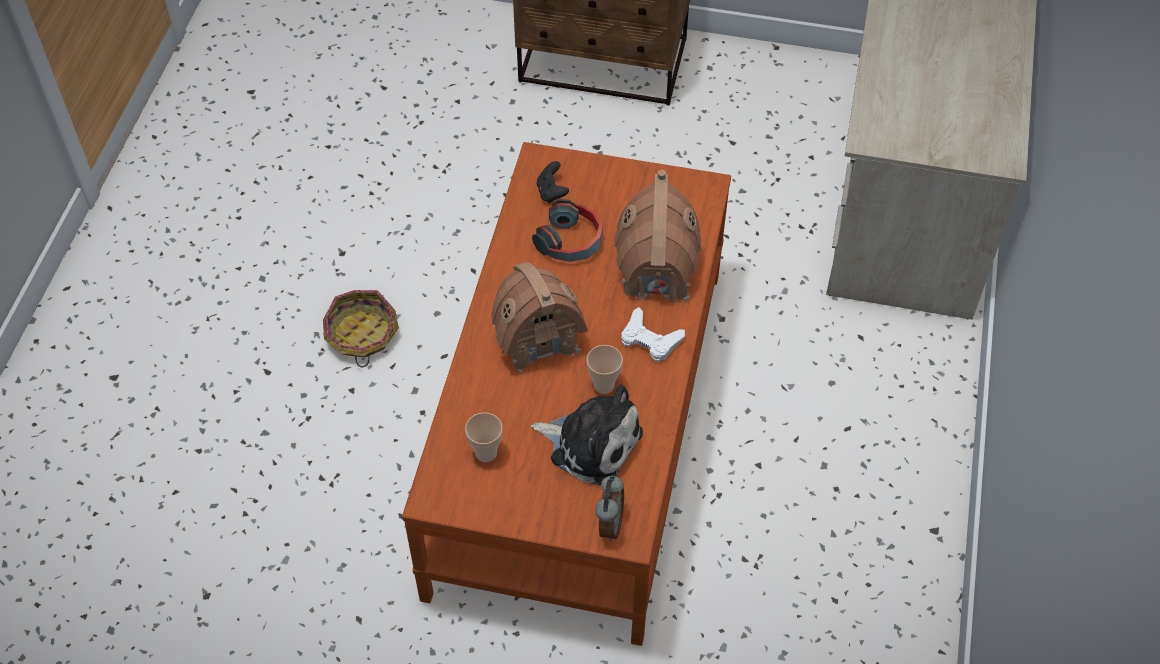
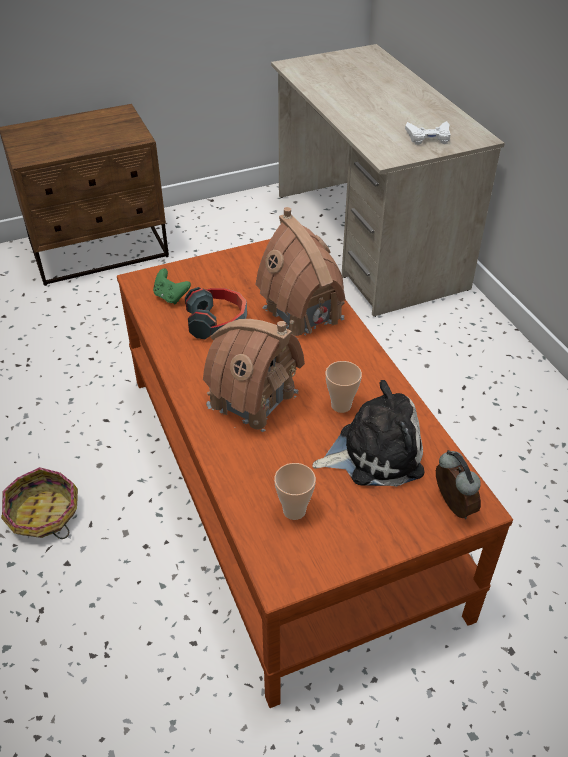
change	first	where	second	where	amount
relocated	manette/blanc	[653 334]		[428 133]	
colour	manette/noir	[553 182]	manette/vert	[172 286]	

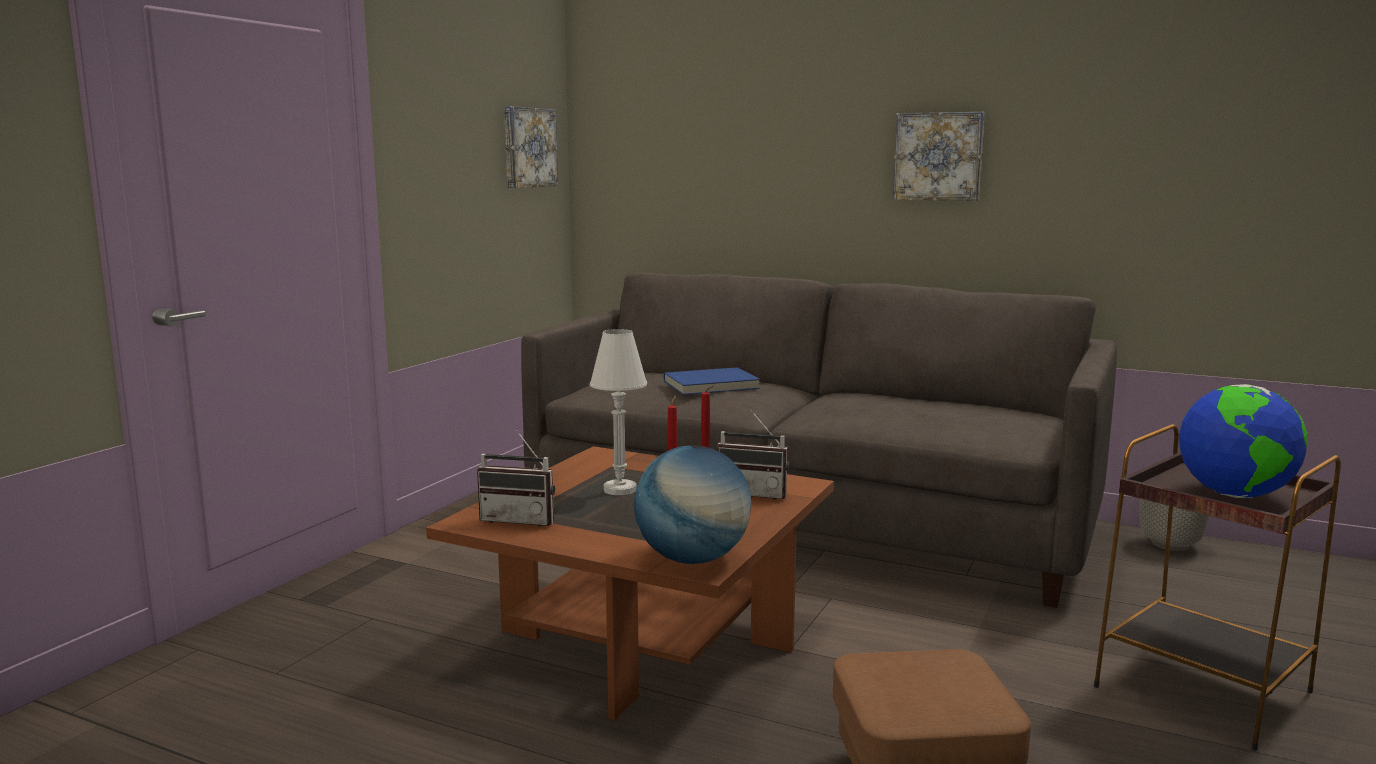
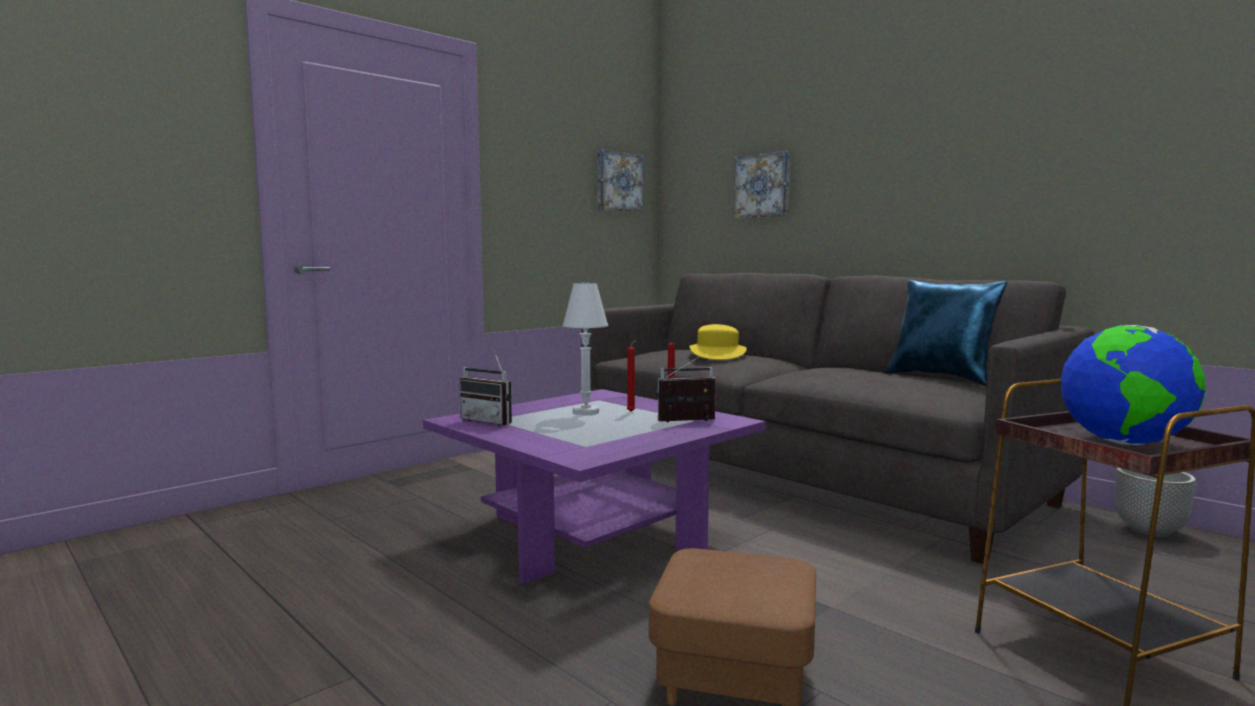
change	first	where	second	where	amount
missing	globe	[692 504]			
appeared			coussin/bleu	[945 333]	
relocated	tableau	[939 156]		[762 185]	
exchanged	livre/bleu	[712 381]	chapeau/jaune	[718 342]	
colour	table basse/marron	[630 583]	table basse/violet	[594 487]	
spun	radio	[753 455]		[686 390]	135 degrees clockwise

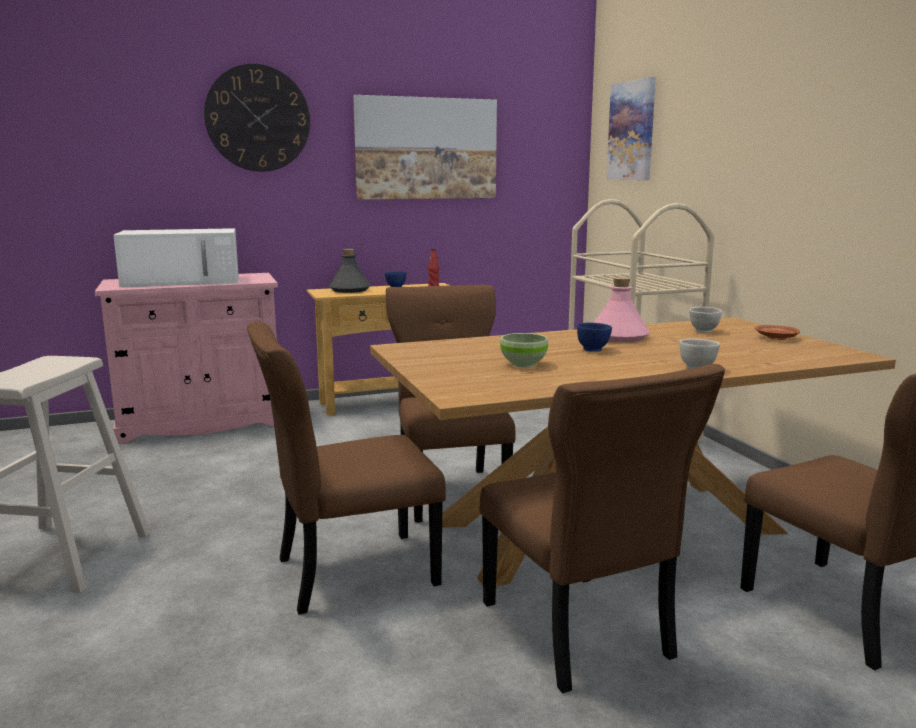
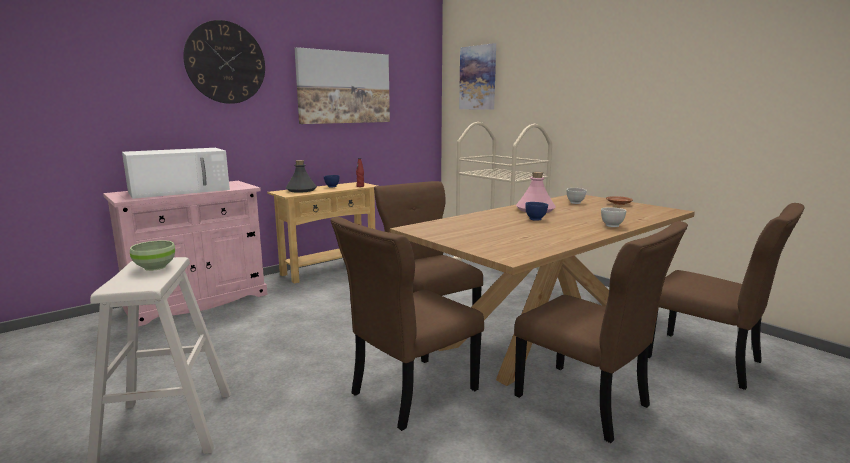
change	first	where	second	where	amount
relocated	bol/vert	[524 350]		[152 255]	

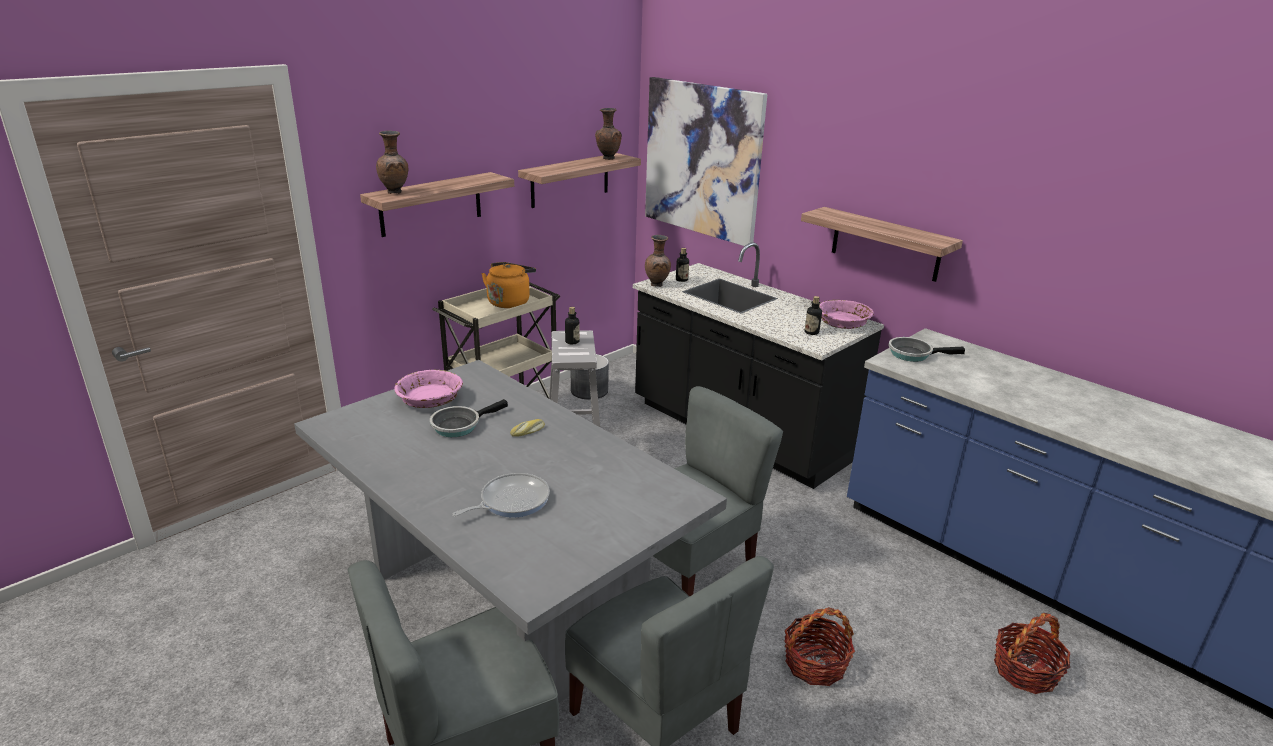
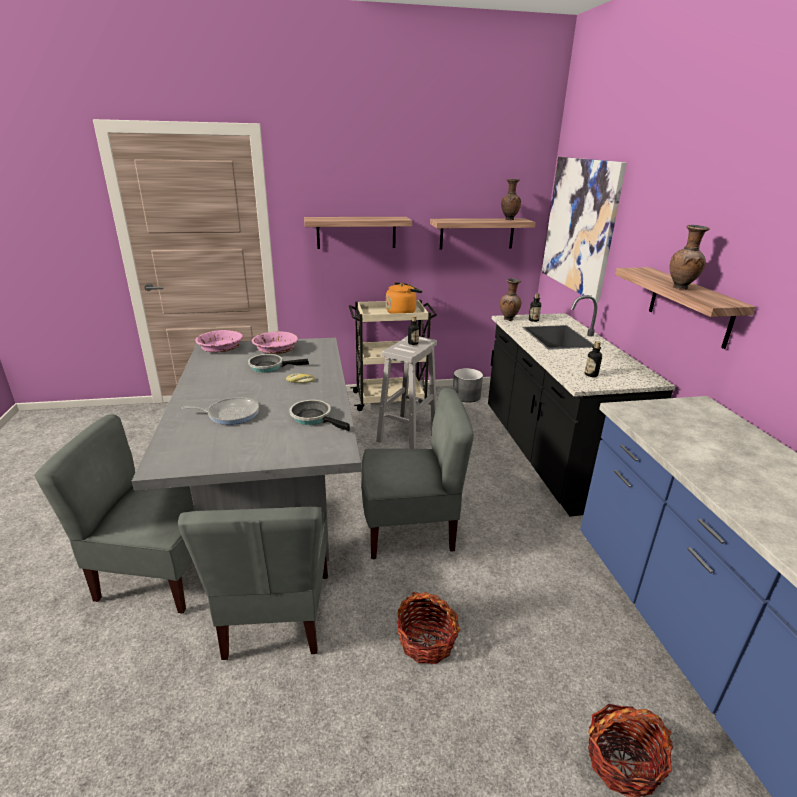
change	first	where	second	where	amount
relocated	vase/marron	[392 162]		[690 257]	
relocated	bol/rose	[846 314]		[219 341]	
relocated	poêle	[927 349]		[319 415]	

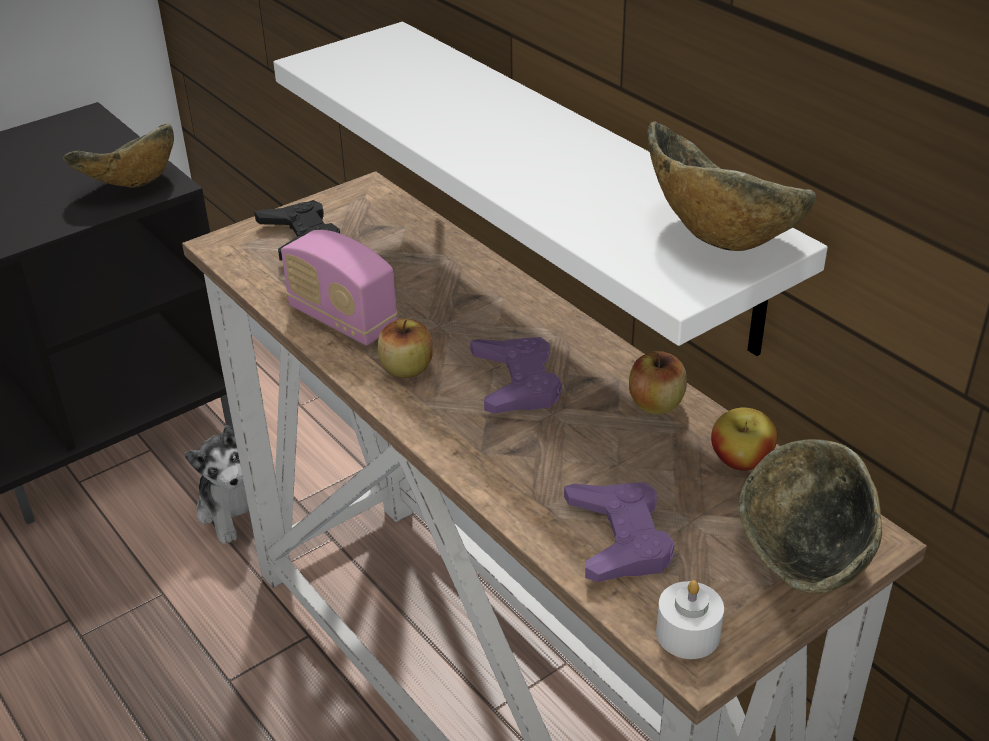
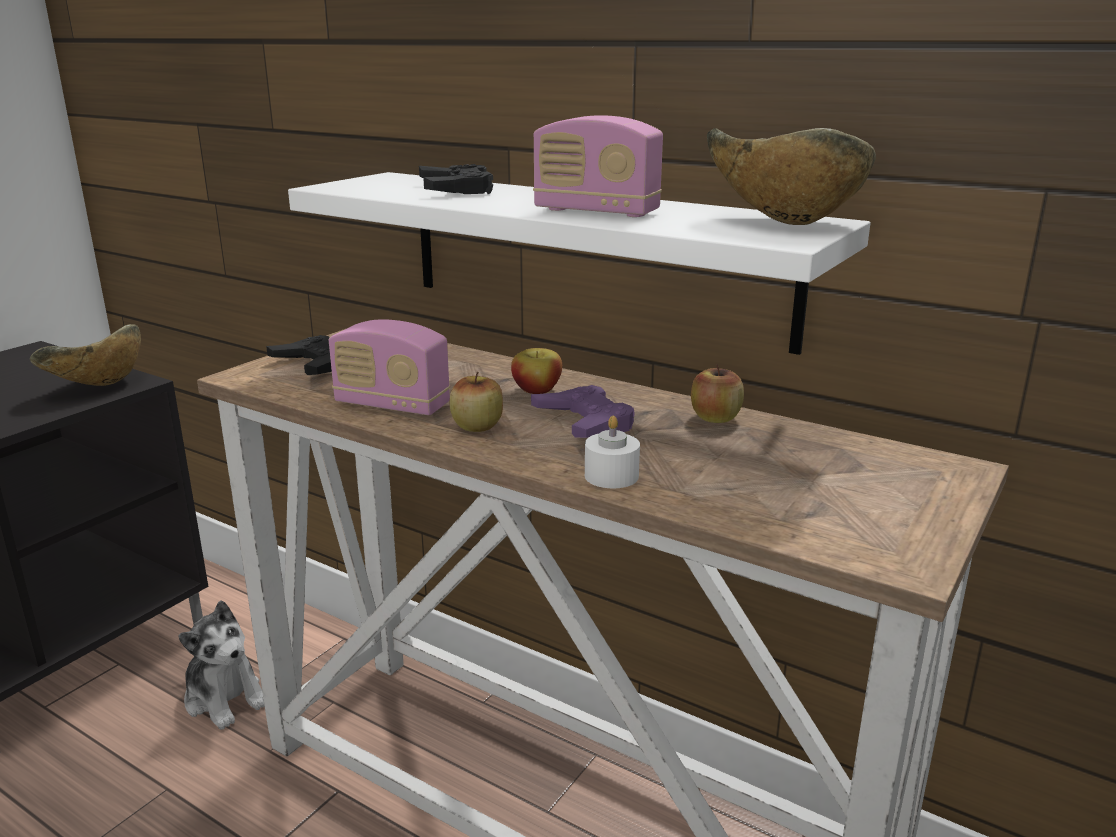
change	first	where	second	where	amount
missing	manette/violet	[619 532]			
missing	bol	[810 516]			
appeared			manette/noir	[456 179]	
appeared			radio	[598 166]	
relocated	bougie/blanc	[690 619]		[612 452]	
relocated	pomme	[744 439]		[536 371]	

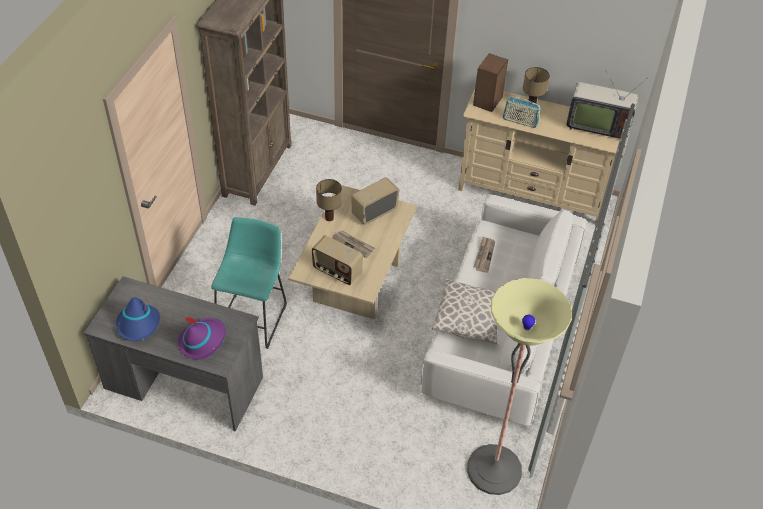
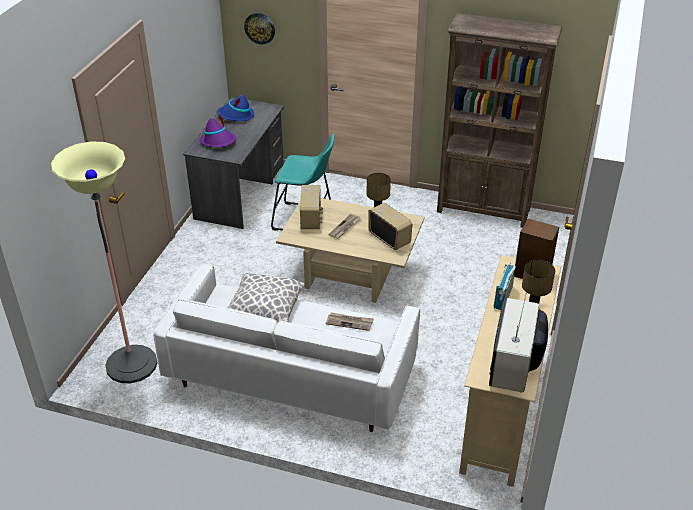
change	first	where	second	where	amount
appeared			horloge murale	[259 28]	
spun	radio	[337 260]		[311 207]	150 degrees clockwise

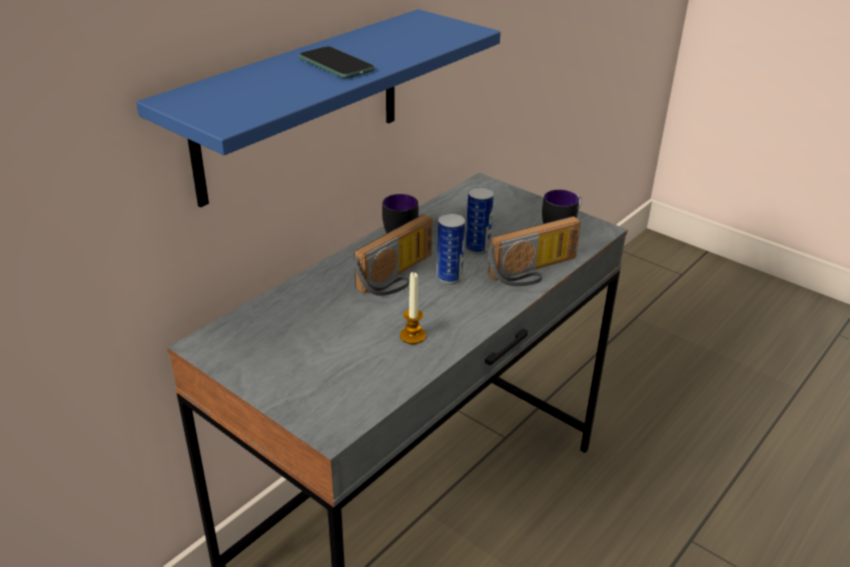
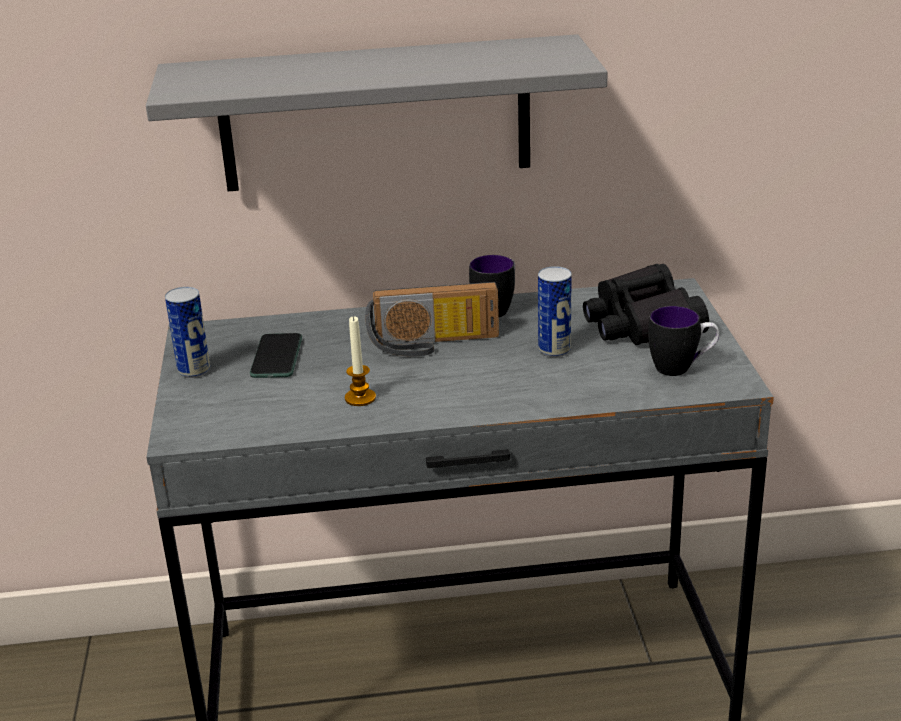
change	first	where	second	where	amount
missing	radio	[534 251]			
appeared			jumelles/noir	[646 304]	
relocated	téléphone	[337 62]		[276 355]	
relocated	boîte métallique	[451 249]		[187 332]	
colour	étagère/bleu	[318 108]	étagère/gris	[377 112]	

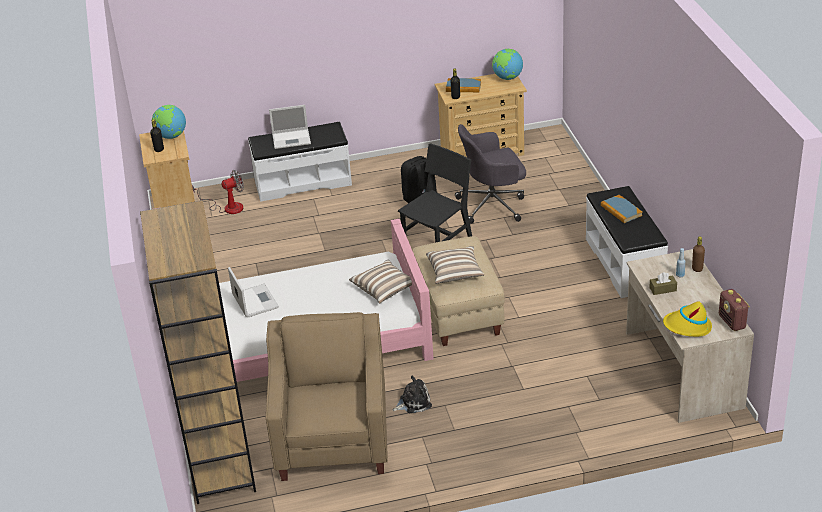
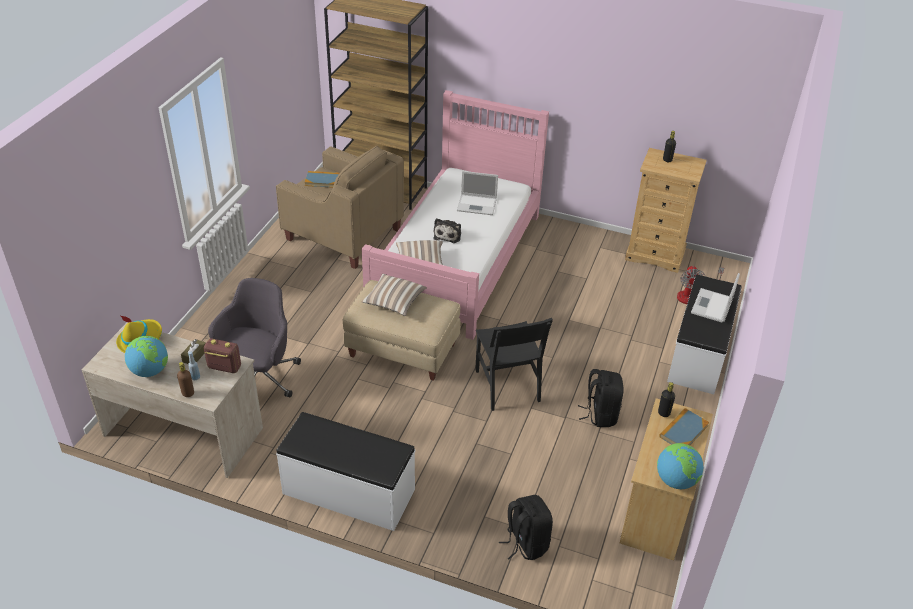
change	first	where	second	where	amount
appeared			sac à dos/noir	[526 527]	
relocated	globe	[169 122]		[146 356]	
relocated	peluche	[412 394]		[447 230]	
relocated	chaise de bureau/gris	[490 174]		[254 338]	
relocated	livre	[621 209]		[322 179]	
relocated	radio	[734 310]		[222 355]	

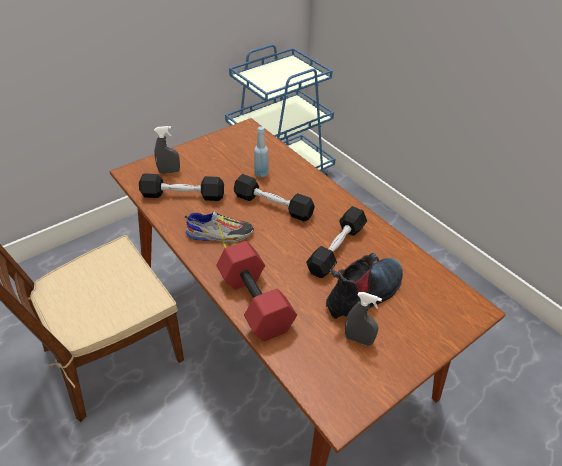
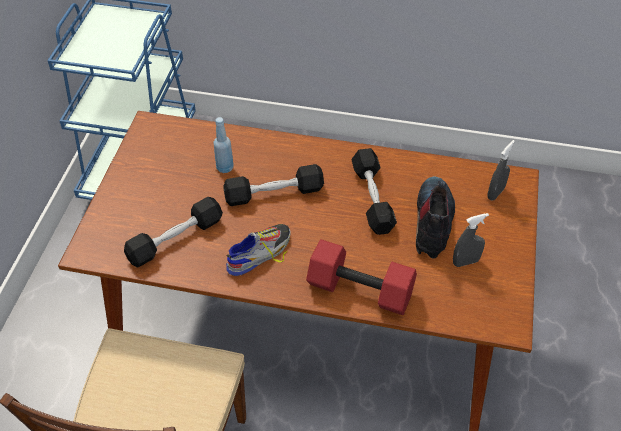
change	first	where	second	where	amount
relocated	vaporisateur/gris	[167 150]		[501 170]	

